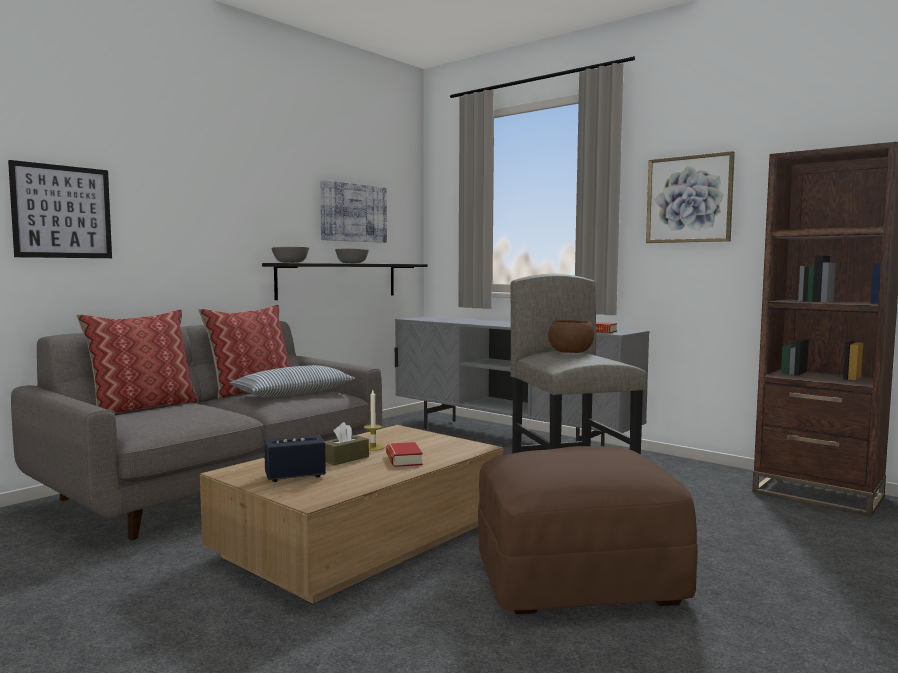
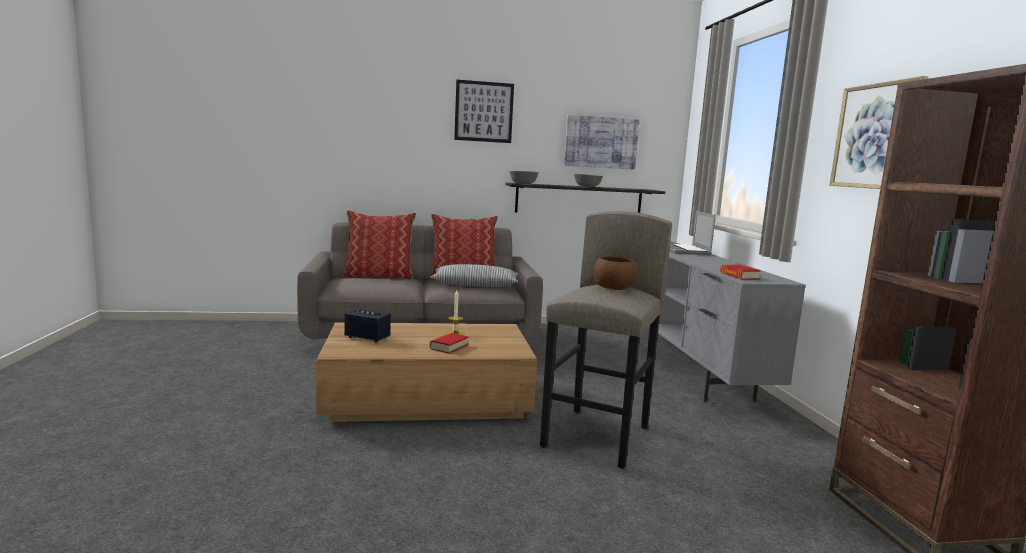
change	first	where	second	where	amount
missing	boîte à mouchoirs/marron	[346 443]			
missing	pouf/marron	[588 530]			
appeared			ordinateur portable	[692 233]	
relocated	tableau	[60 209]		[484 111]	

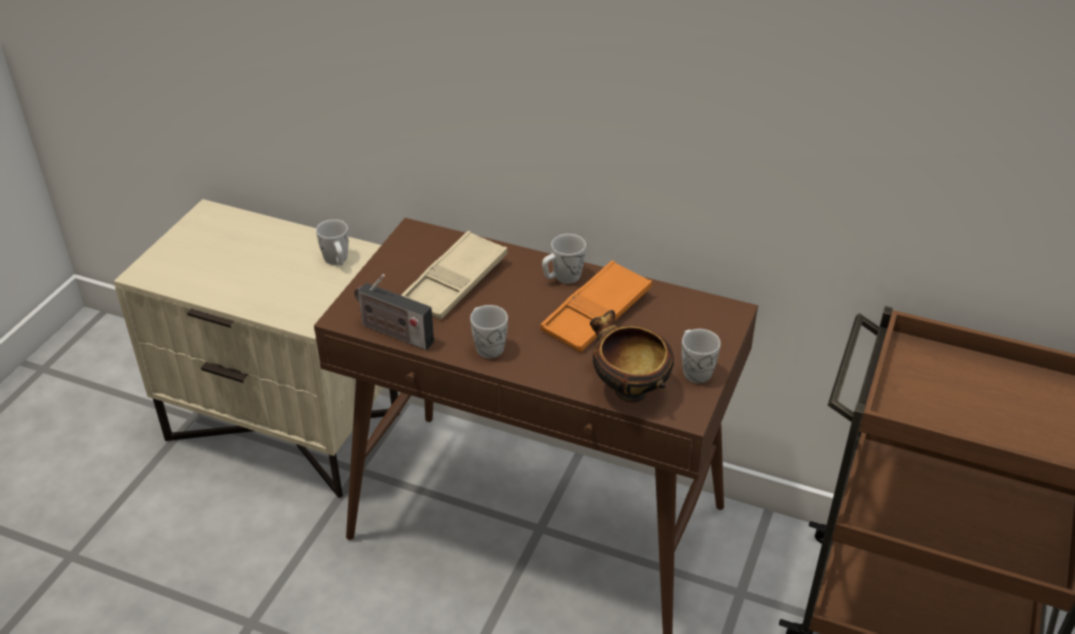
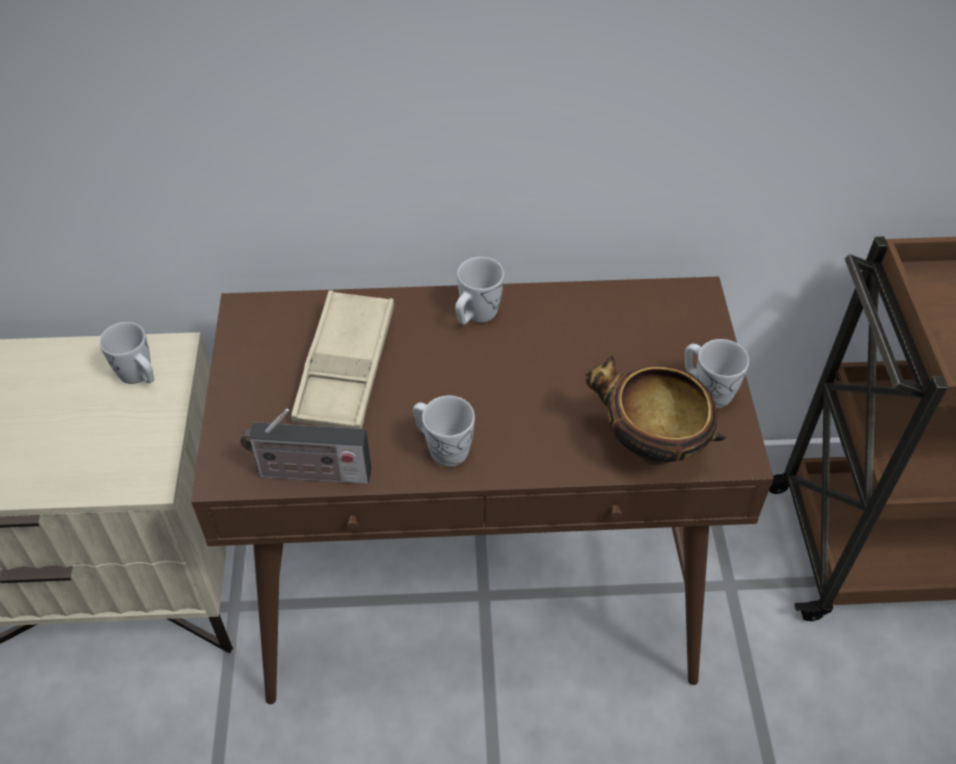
change	first	where	second	where	amount
missing	plateau/orange	[596 306]			

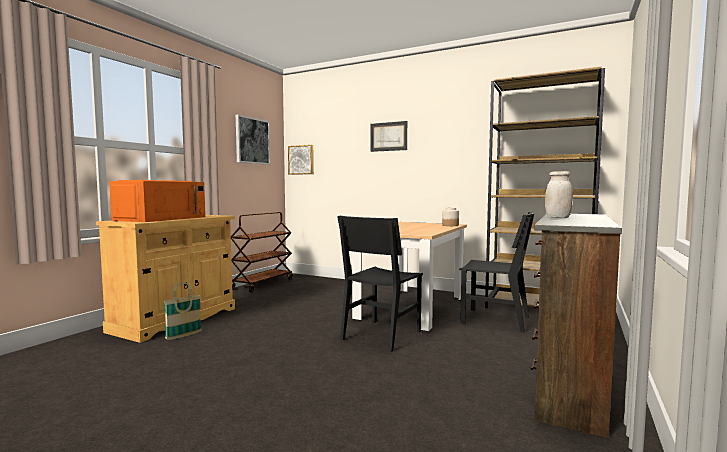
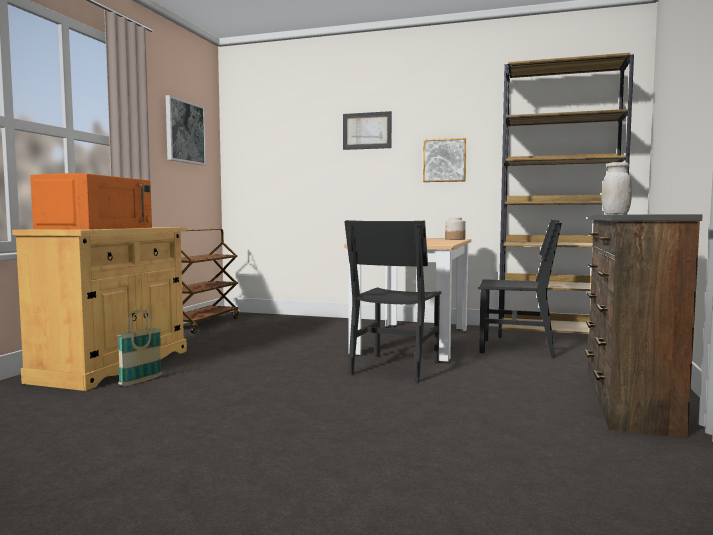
change	first	where	second	where	amount
relocated	tableau	[301 160]		[445 160]	

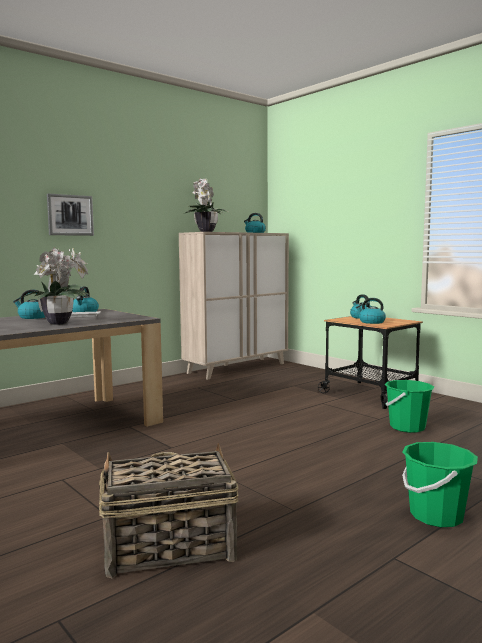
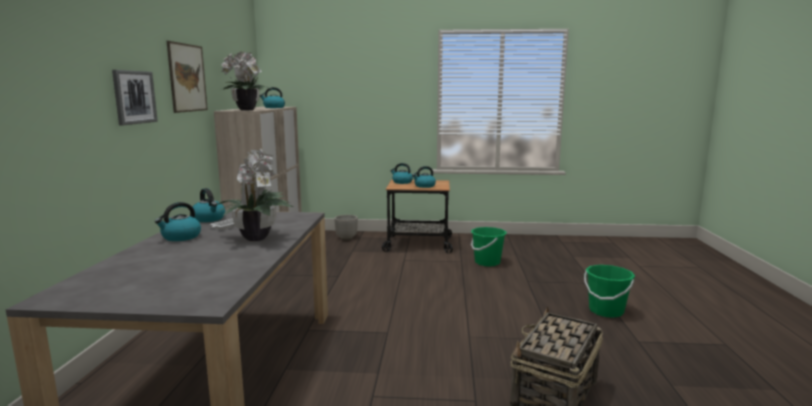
change	first	where	second	where	amount
appeared			tableau	[187 77]	
appeared			cache-pot	[346 227]	

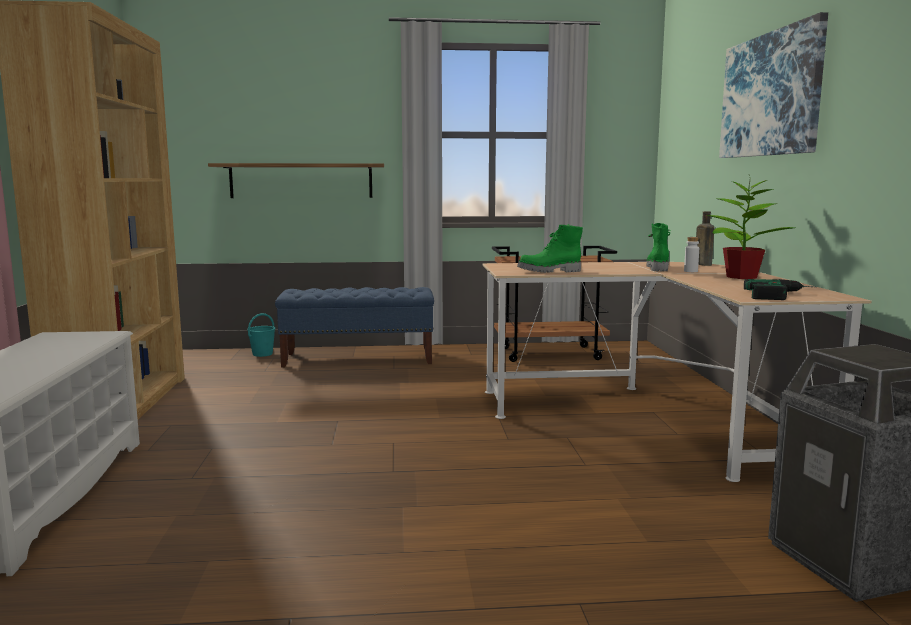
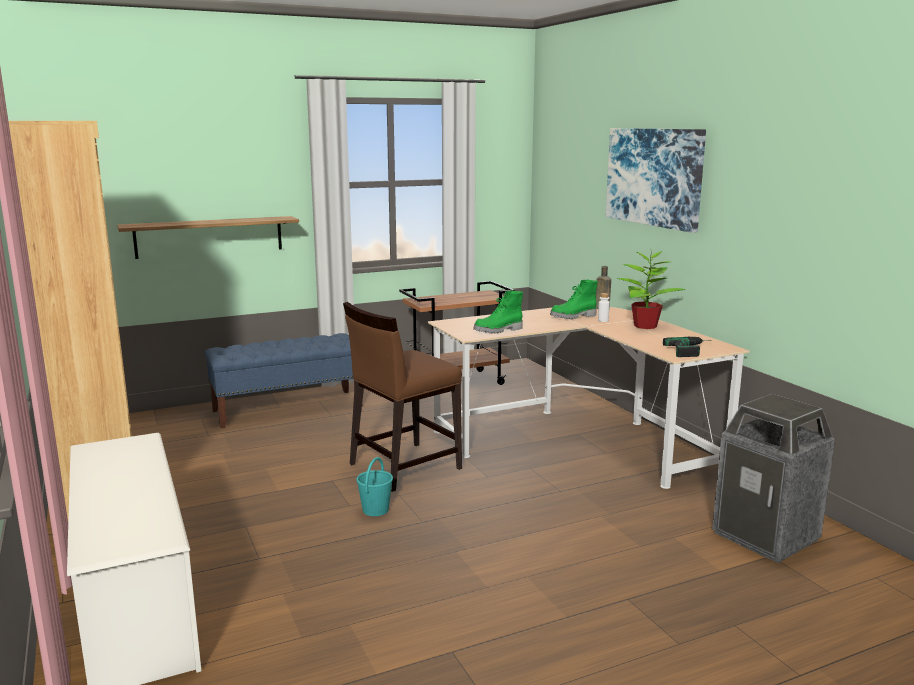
change	first	where	second	where	amount
appeared			chaise/marron	[402 397]	
relocated	seau/turquoise	[261 335]		[374 486]	
spun	botte/vert	[658 247]		[574 299]	105 degrees counterclockwise

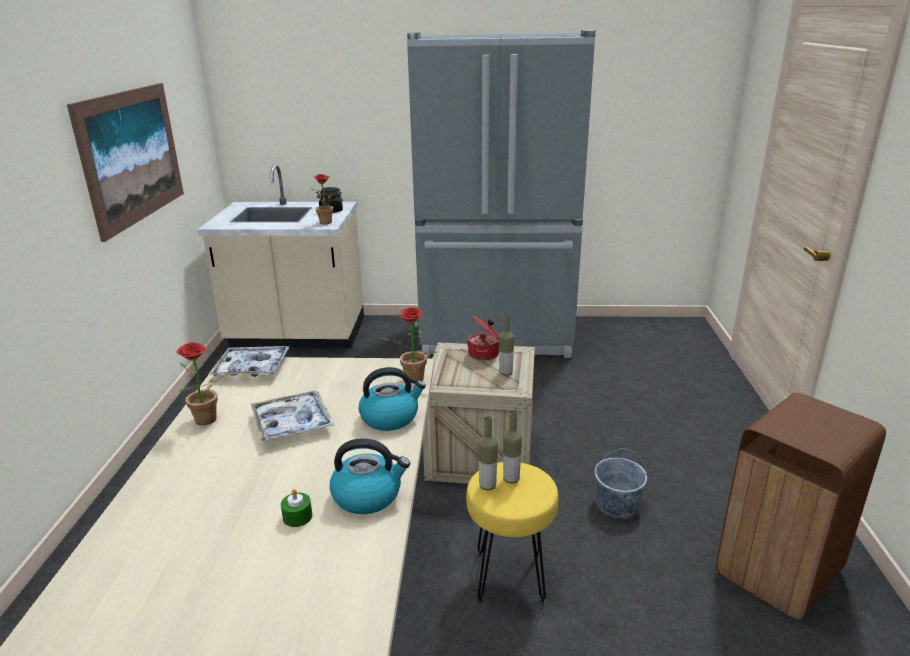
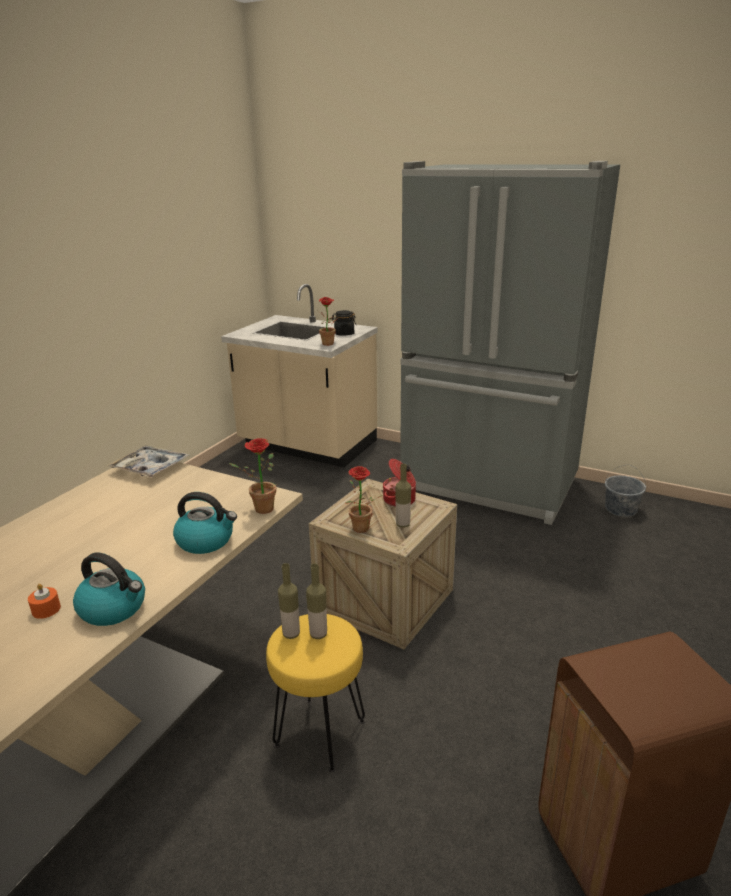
change	first	where	second	where	amount
missing	tableau	[125 162]			
missing	plateau	[293 416]			
relocated	plante en pot	[202 383]		[364 499]	
relocated	seau/gris	[620 482]		[625 491]	
colour	bougie/vert	[296 508]	bougie/orange	[44 601]	

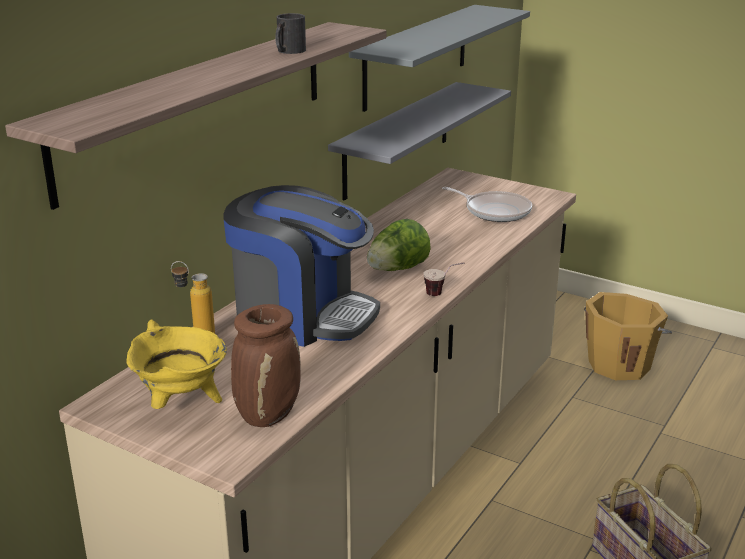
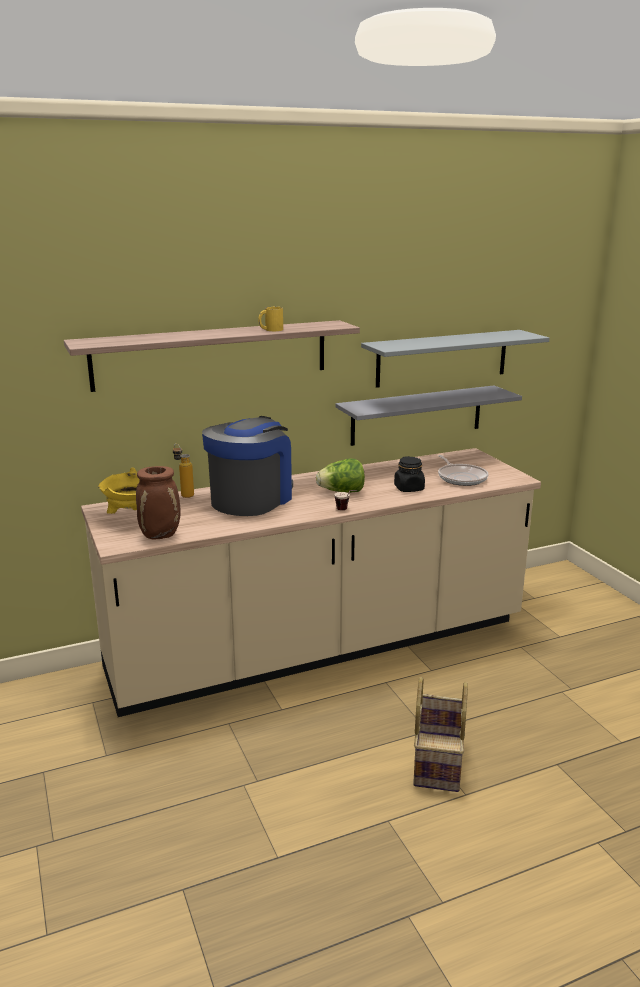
change	first	where	second	where	amount
missing	seau/orange	[628 336]			
appeared			bocal/noir	[409 474]	
colour	mug/noir	[290 33]	mug/jaune	[270 319]	
spun	machine à café	[301 266]		[247 466]	120 degrees counterclockwise

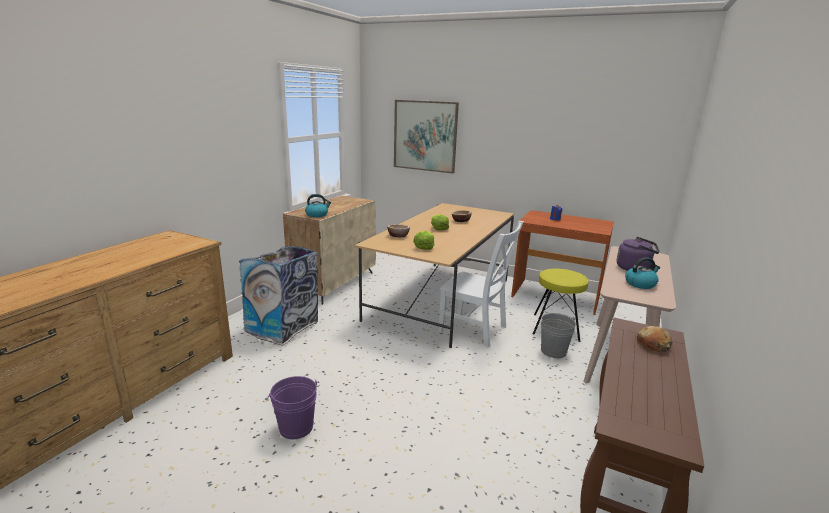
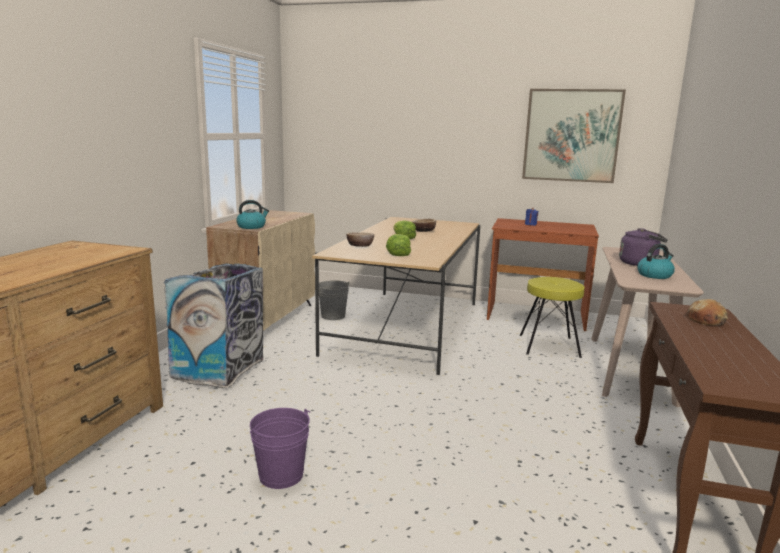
change	first	where	second	where	amount
missing	chaise/blanc	[481 284]			
relocated	tableau	[426 136]		[574 136]	
relocated	seau/gris	[558 335]		[334 300]	

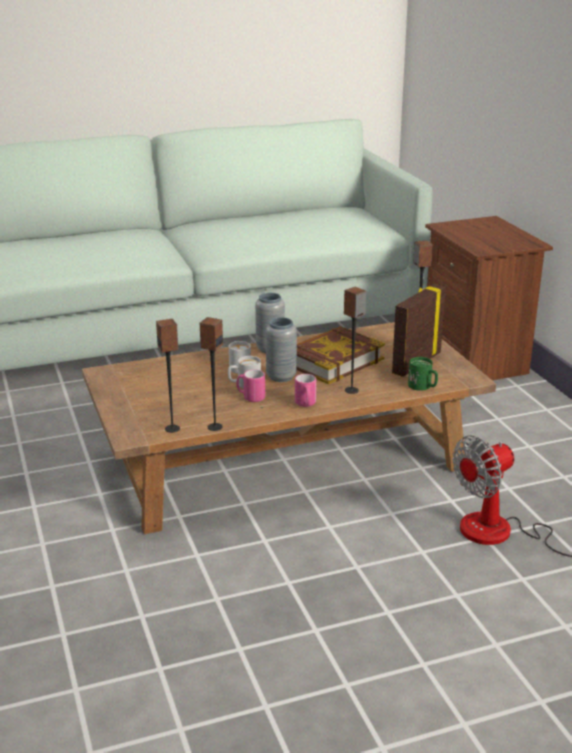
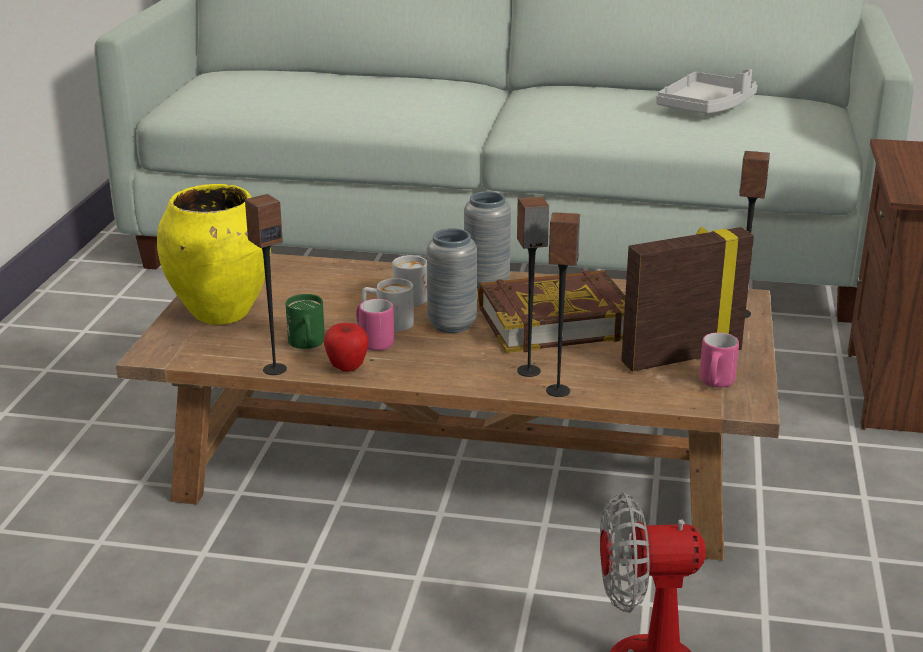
change	first	where	second	where	amount
appeared			vase/jaune	[214 254]	
appeared			pomme	[346 347]	
appeared			plateau/gris	[707 91]	
relocated	enceinte	[168 376]		[563 304]	
relocated	mug/rose	[305 390]		[719 360]	
relocated	mug/vert	[423 374]		[305 321]	

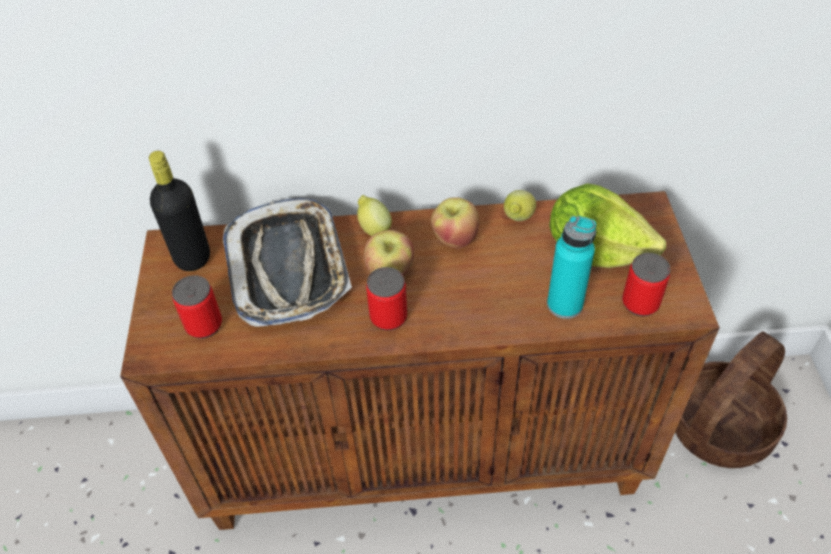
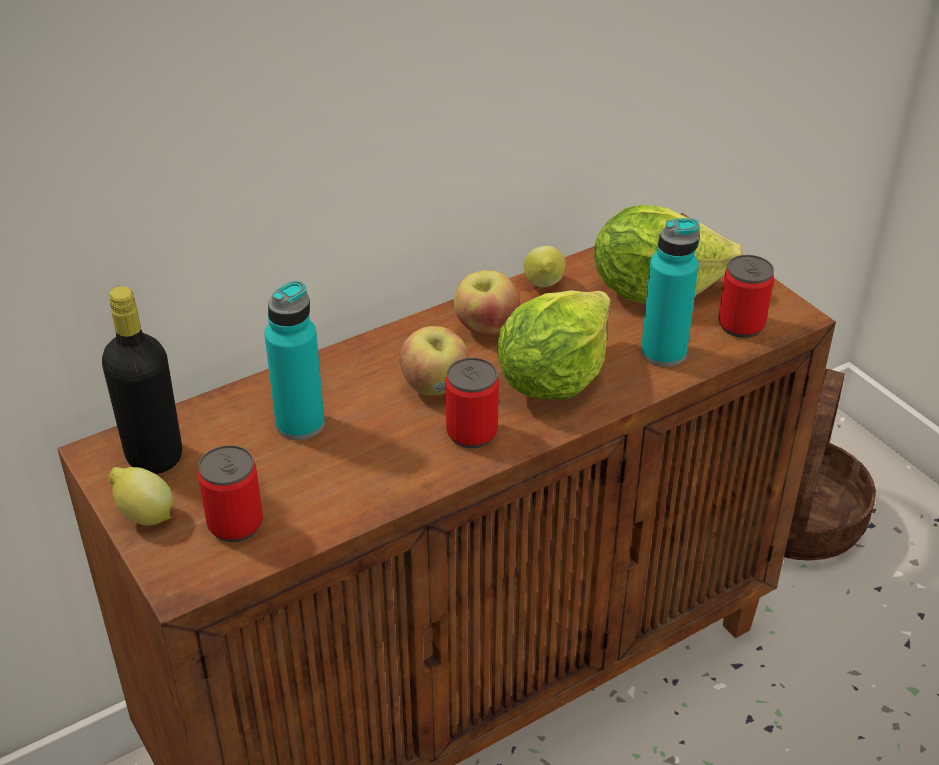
change	first	where	second	where	amount
appeared			laitue	[554 345]	
relocated	citron	[374 215]		[141 496]	
exchanged	plateau	[287 262]	bouteille/turquoise	[294 360]	

